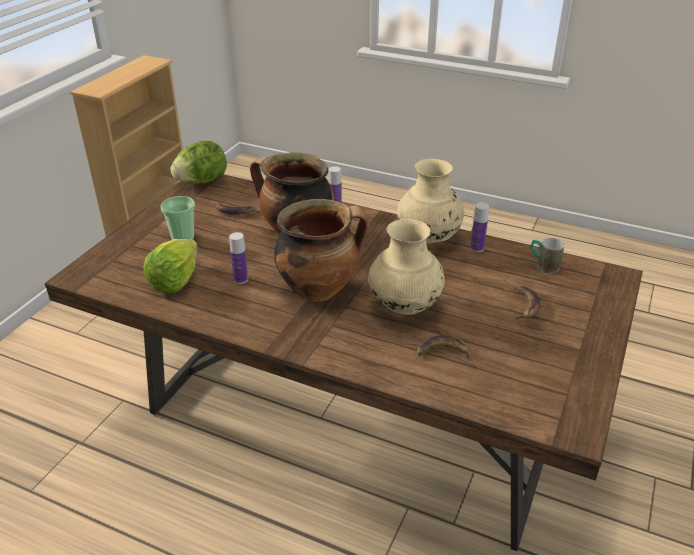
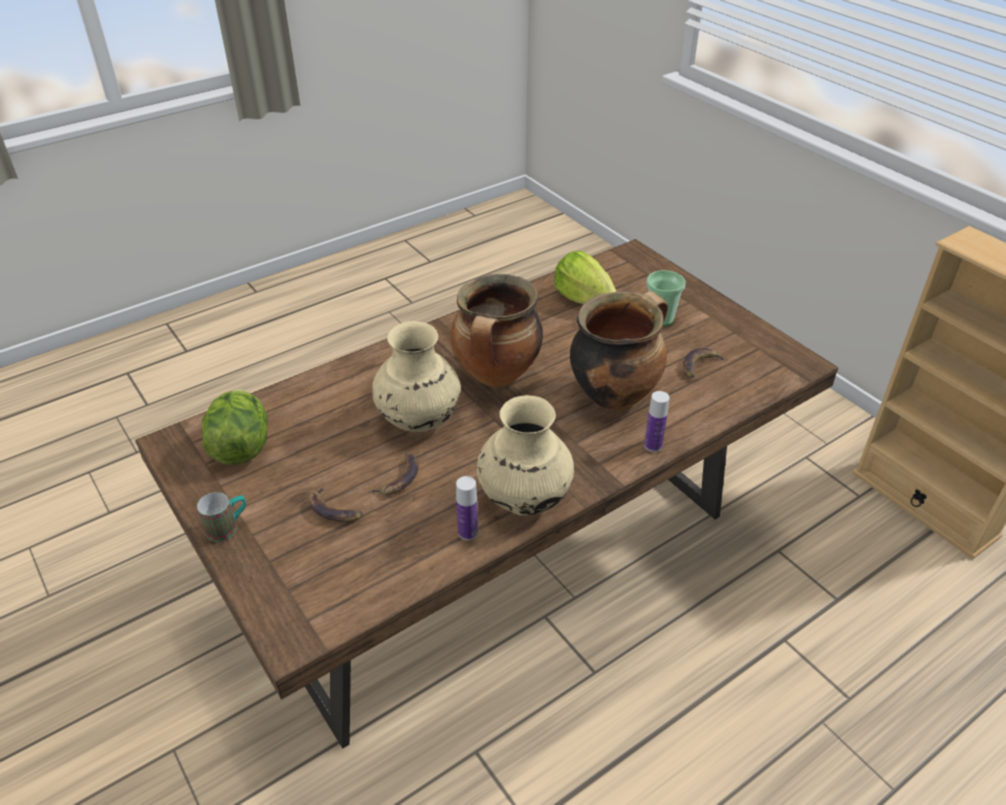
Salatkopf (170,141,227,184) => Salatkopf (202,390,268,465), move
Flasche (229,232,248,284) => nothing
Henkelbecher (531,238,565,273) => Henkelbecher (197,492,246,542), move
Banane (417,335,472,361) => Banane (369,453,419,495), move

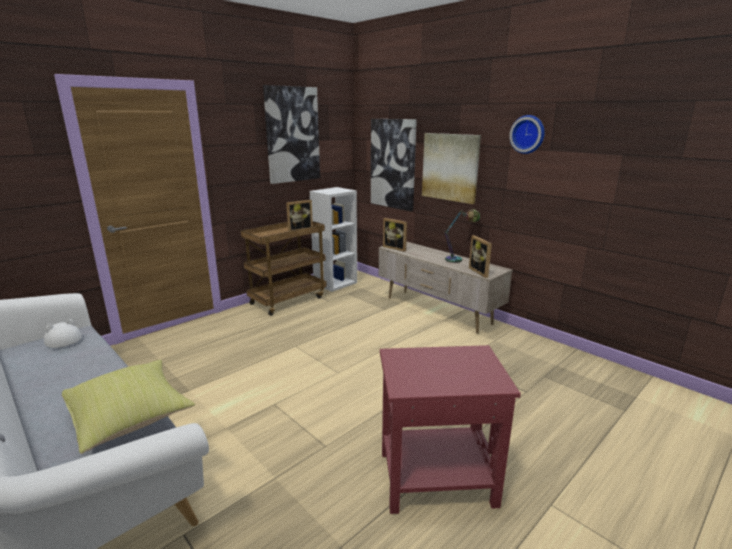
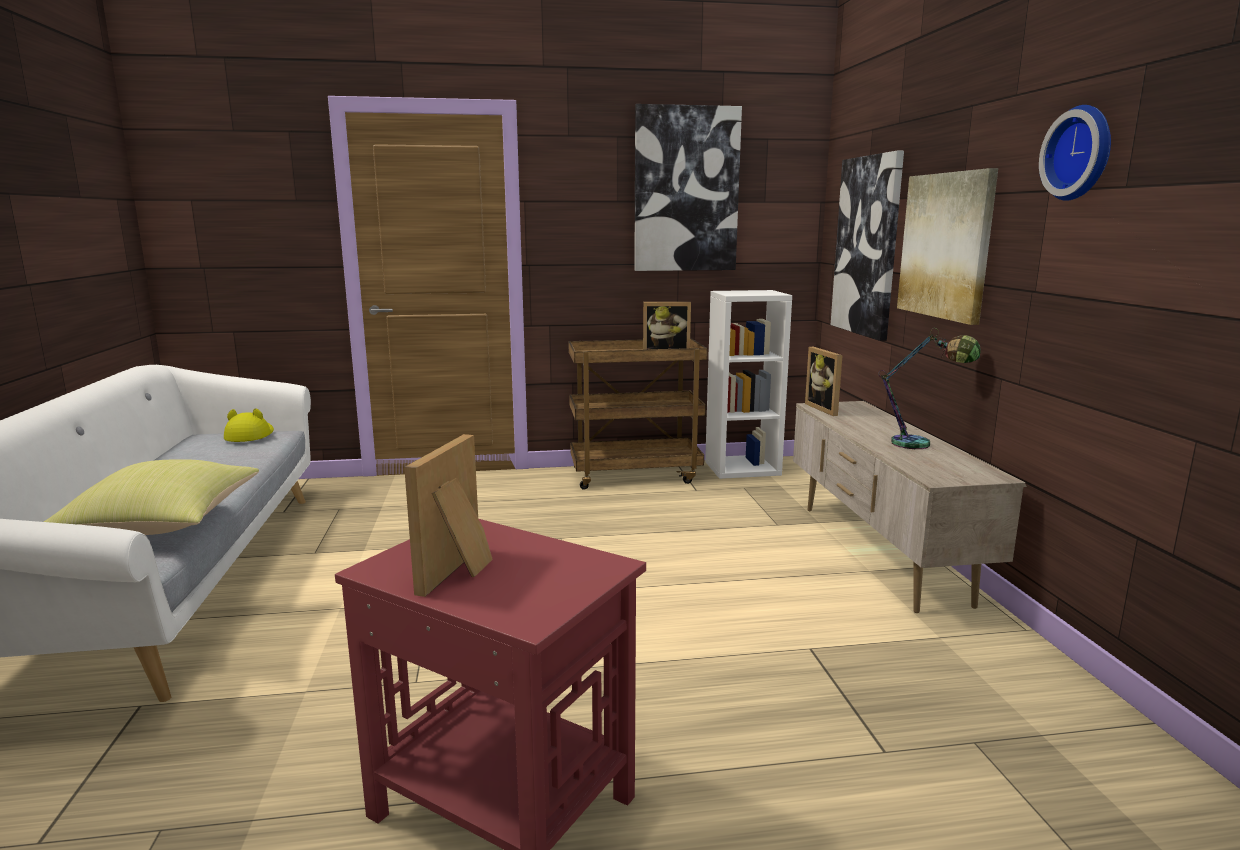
Bilderrahmen (469,235,492,278) => Bilderrahmen (404,434,493,597), move
Hut/weiß (44,319,82,348) => Hut/gelb (224,408,274,442)

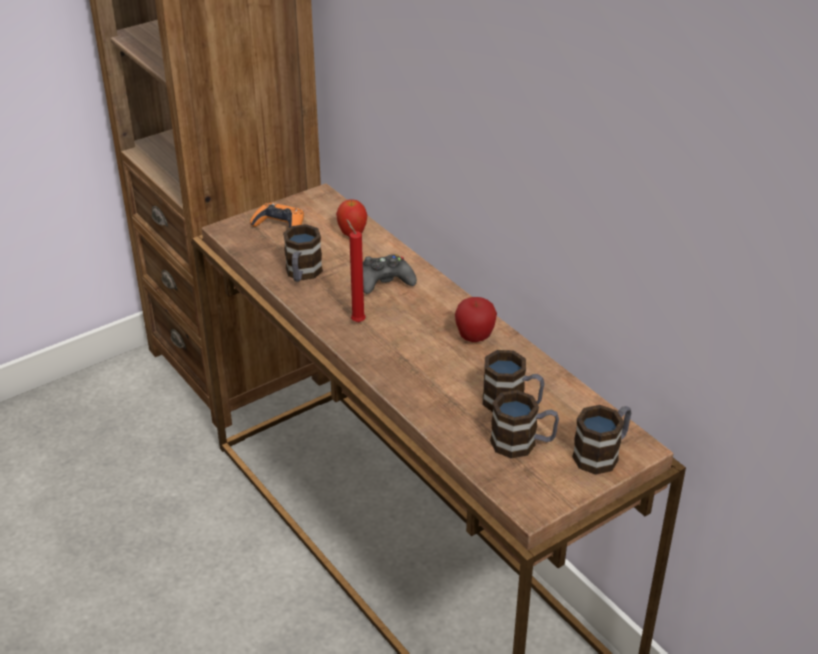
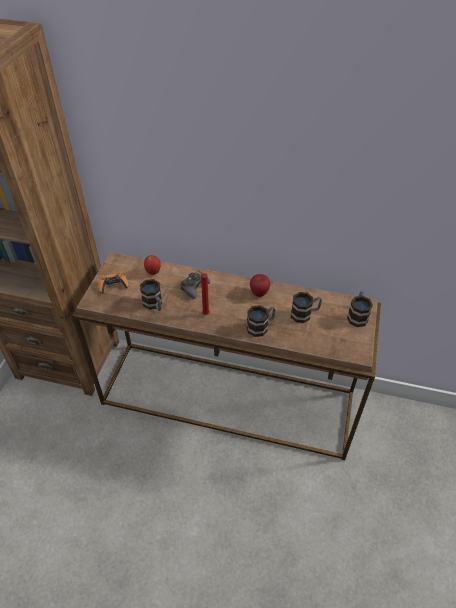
Henkelbecher (490,390,559,458) => Henkelbecher (247,305,275,337), move

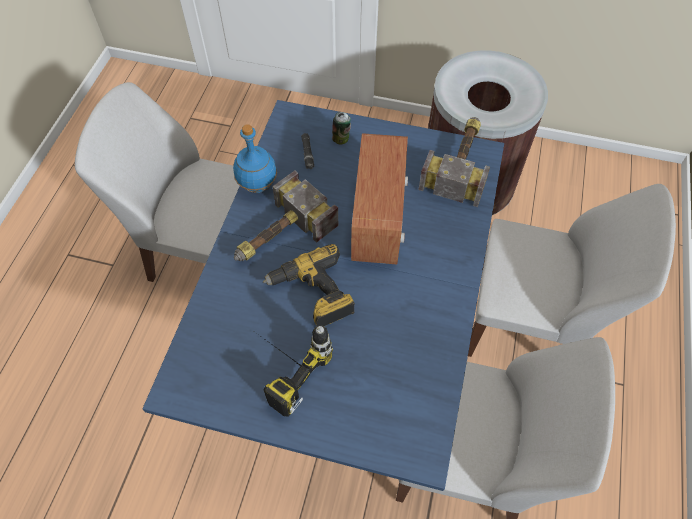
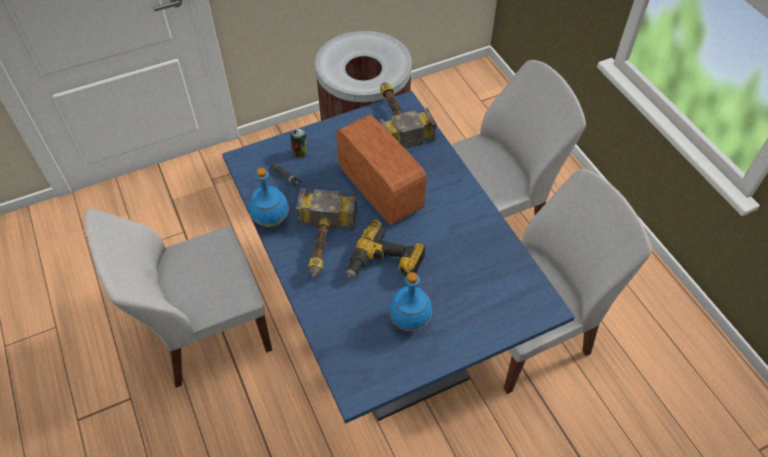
Bohrmaschine (255,325,333,417) => Flasche/blau (389,272,432,332)

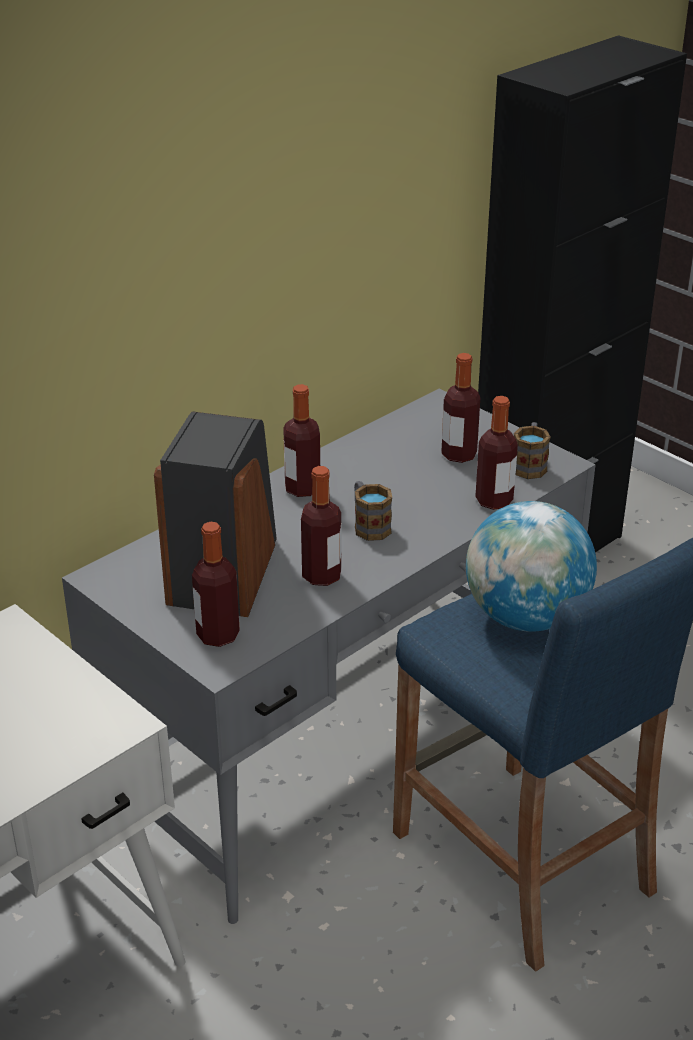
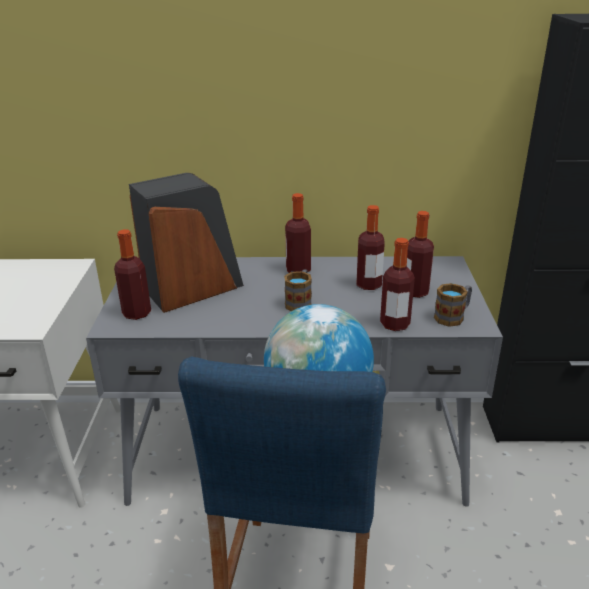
Flasche (301,466,341,586) => Flasche (357,205,385,290), move

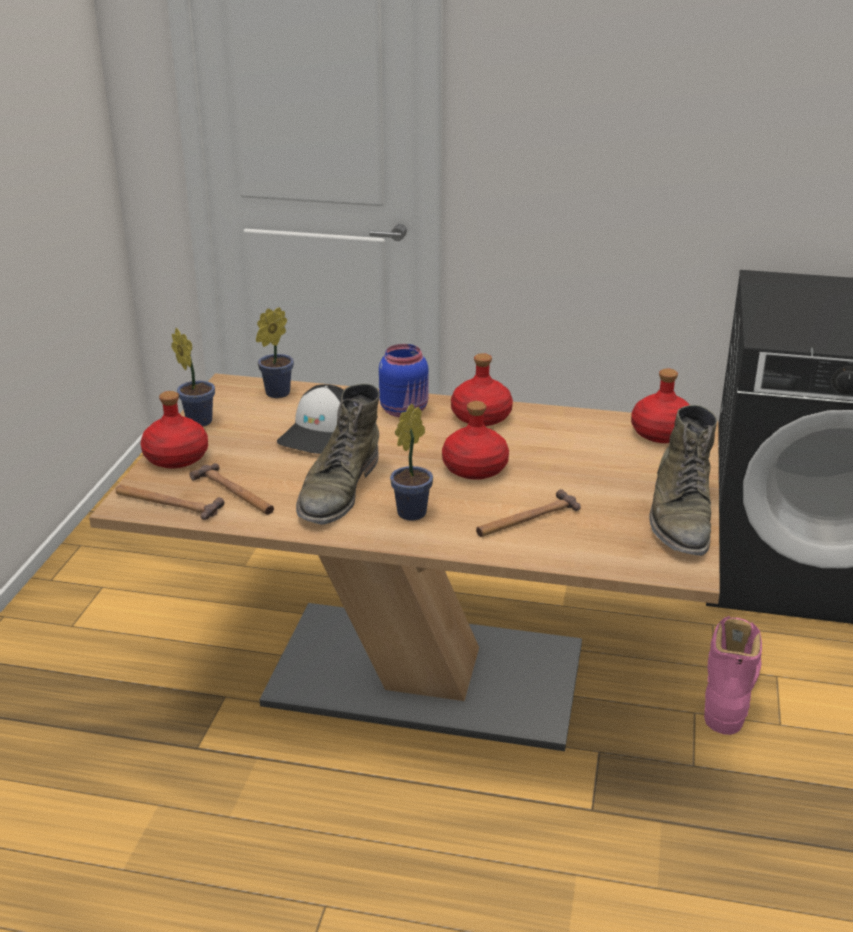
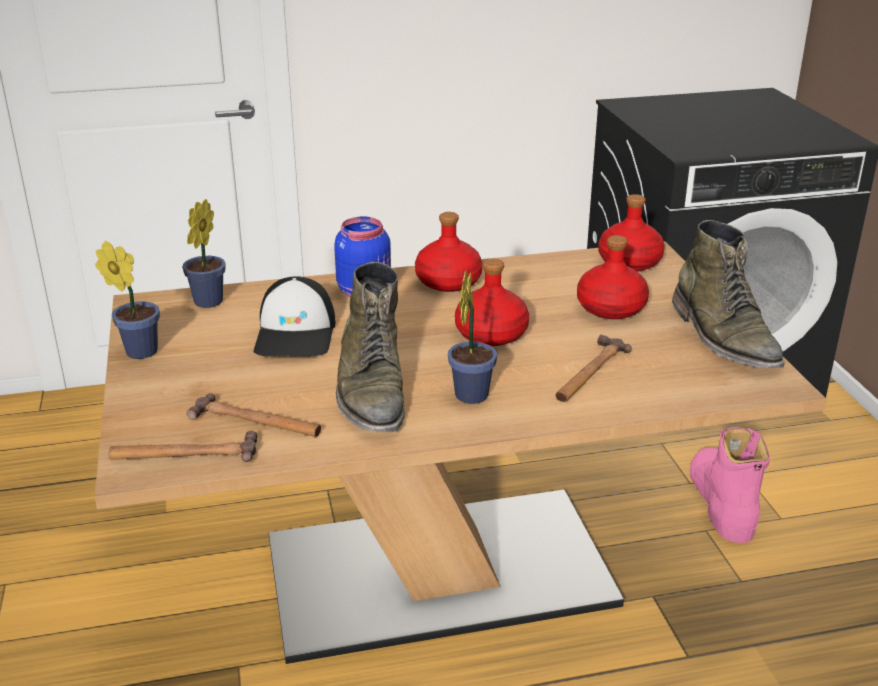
Flasche/rot (141,391,208,468) => Flasche/rot (577,235,649,319), move

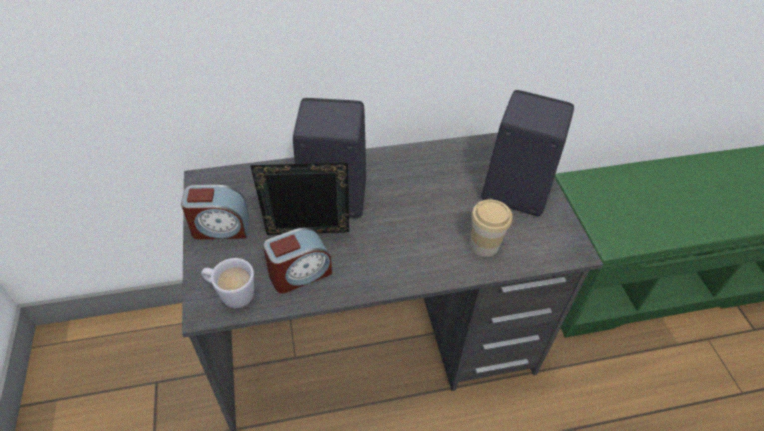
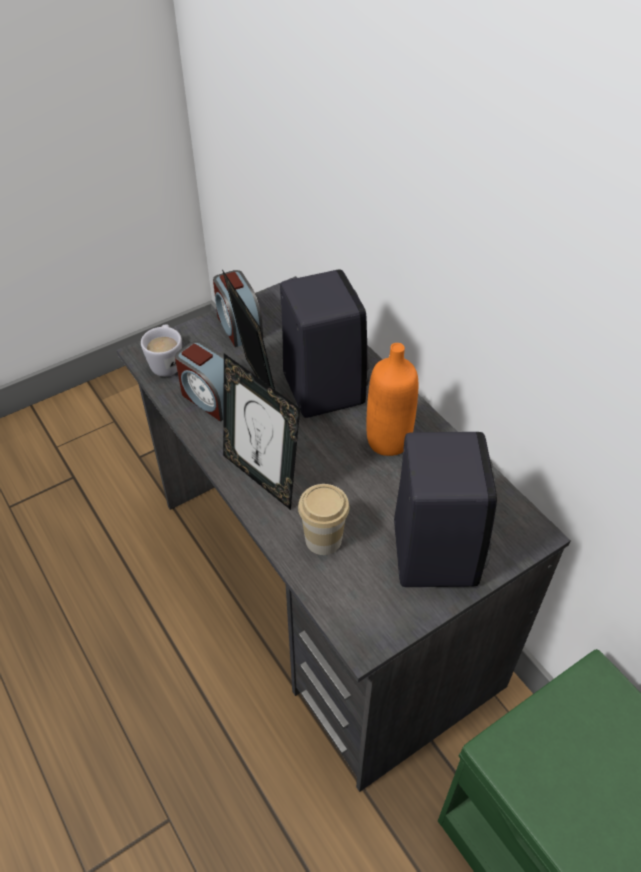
nothing => Flasche/orange (366,343,418,456)
nothing => Bilderrahmen (223,353,300,510)

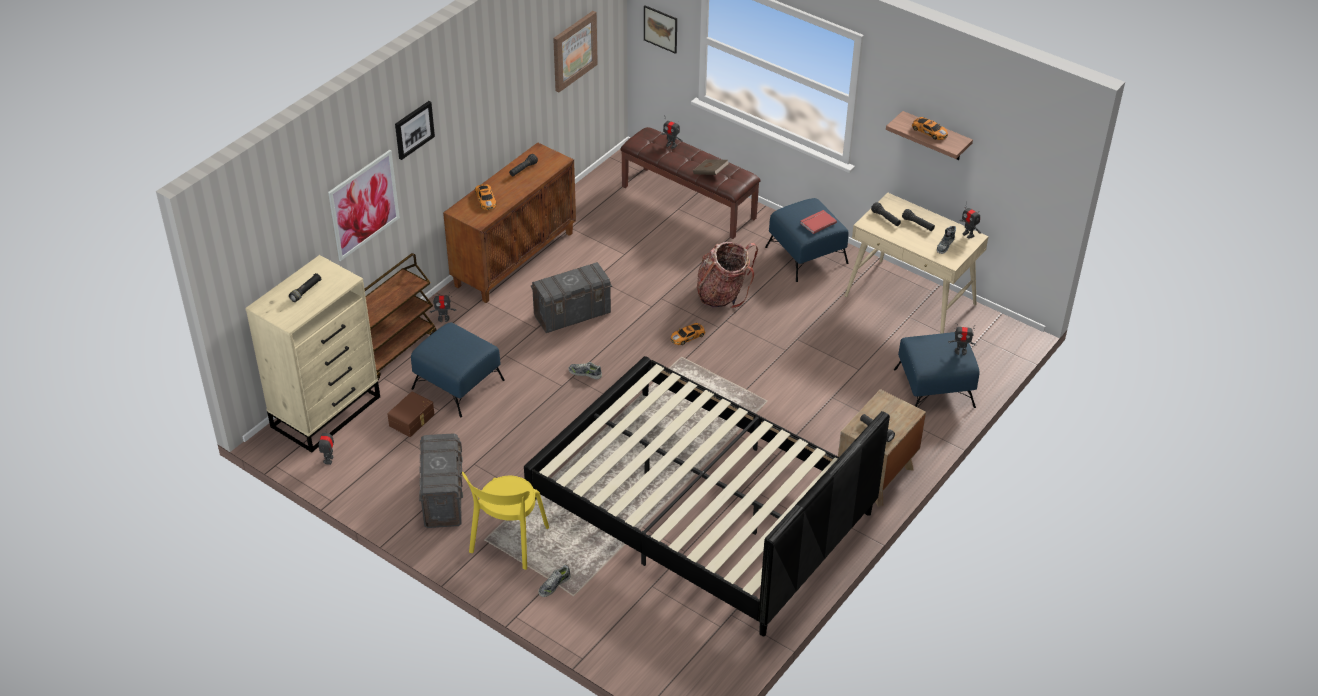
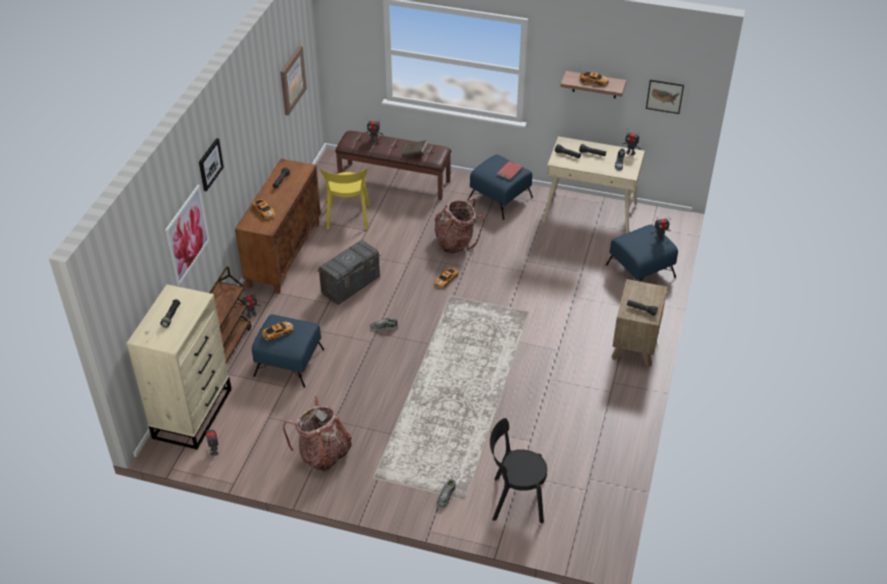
Bild (644,5,677,54) => Bild (646,80,684,114), move
Bett/schwarz (524,356,890,636) => nothing
Aufbewahrungsbox/braun (387,391,435,437) => nothing
Aufbewahrungsbox/grau (419,433,463,528) => Rucksack (283,396,352,472)
Stuhl/gelb (462,472,549,570) => Stuhl/gelb (320,168,370,229), move
nothing => Spielzeugauto (262,322,294,341)
nothing => Stuhl/schwarz (490,418,547,523)

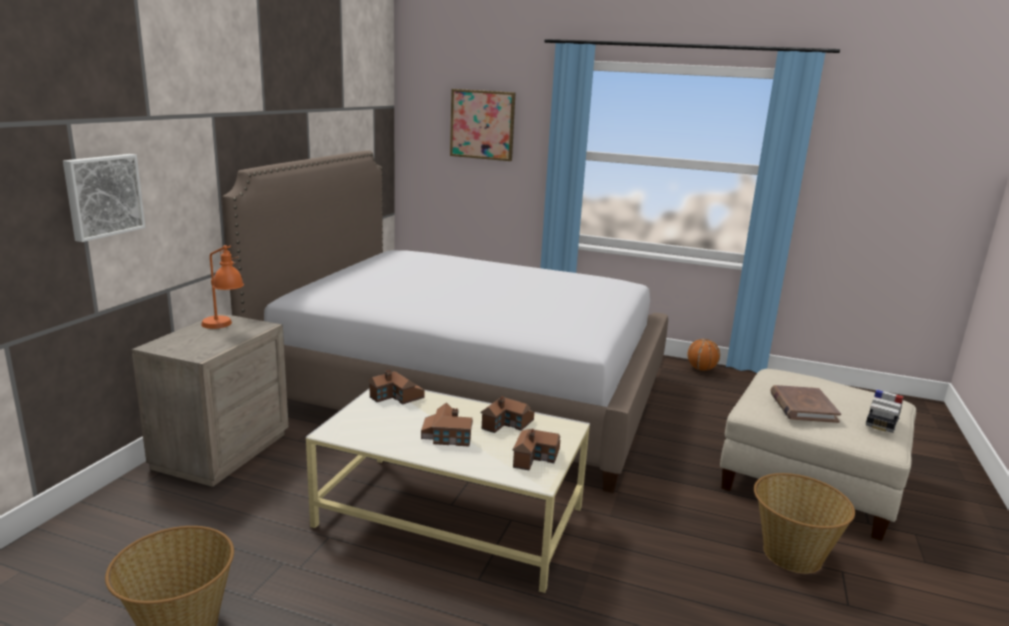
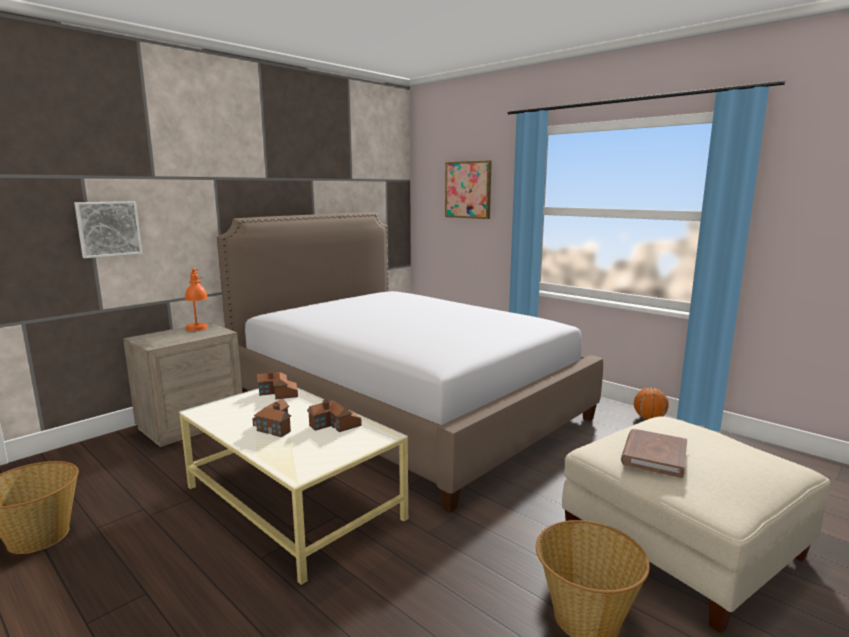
Spielzeugauto (866,389,904,433) => nothing
Spielzeughaus (512,429,560,470) => nothing

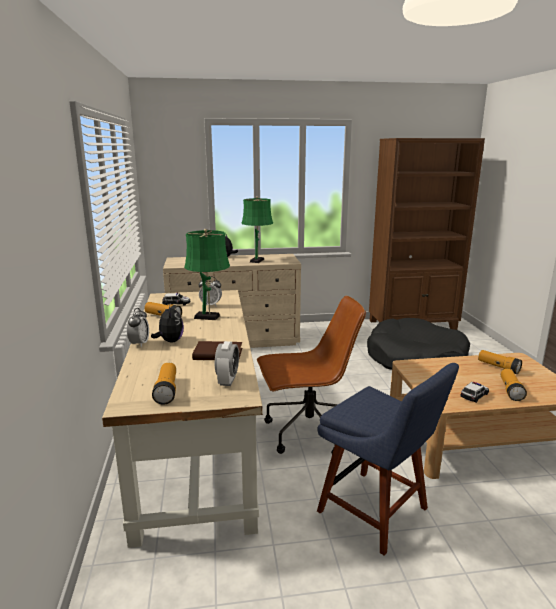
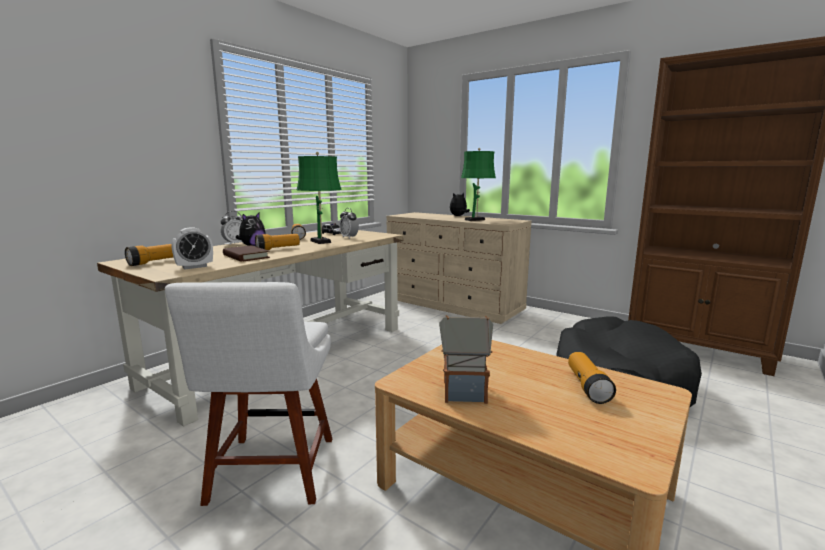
Bürostuhl/braun (257,295,366,454) => nothing
Stuhl/blau (317,363,459,555) => Stuhl/weiß (165,282,332,506)
Taschenlampe (501,369,527,401) => Taschenlampe (255,234,300,250), move
Spielzeugauto (460,382,489,403) => Spielzeughaus (439,315,493,404)

